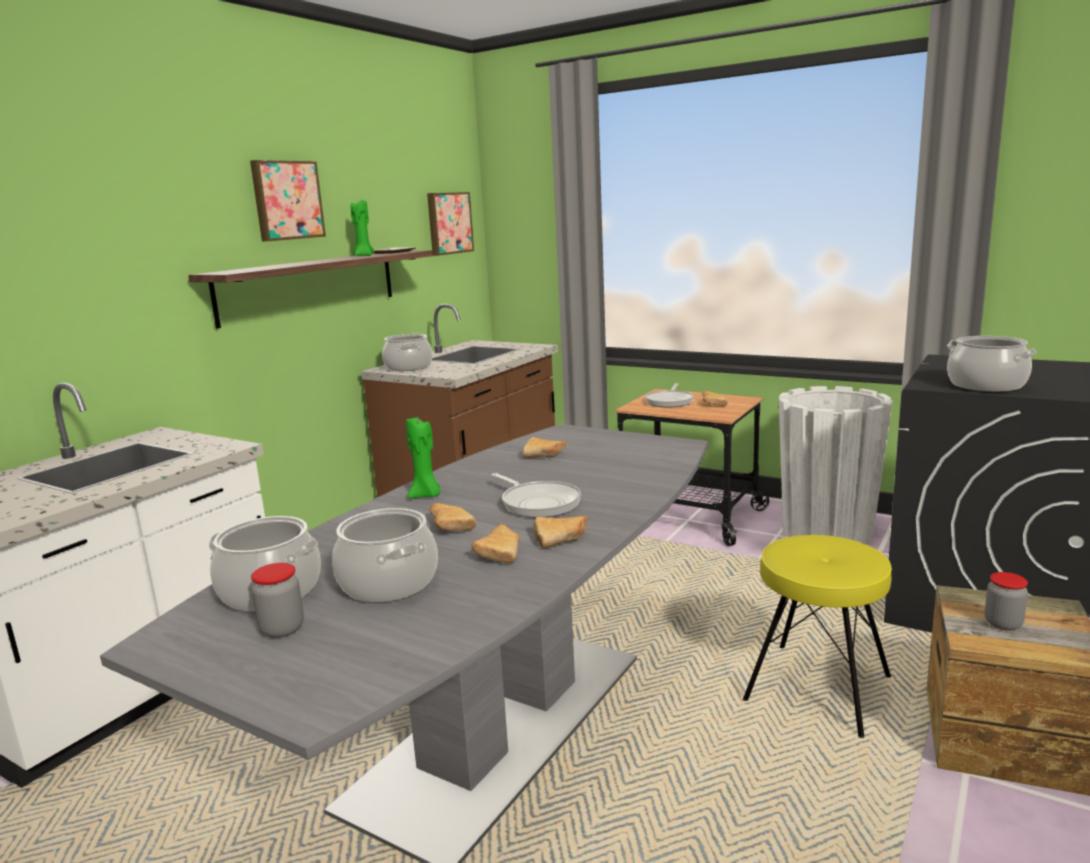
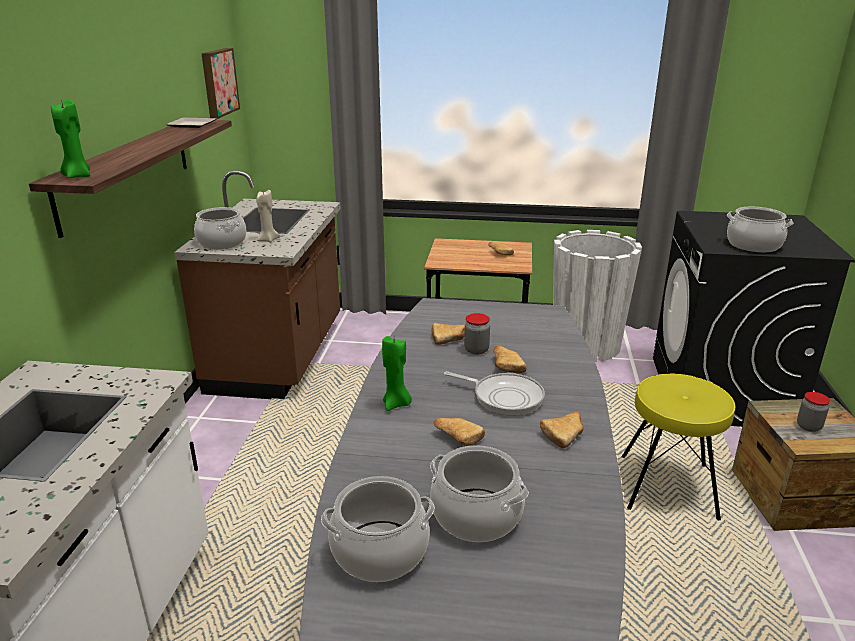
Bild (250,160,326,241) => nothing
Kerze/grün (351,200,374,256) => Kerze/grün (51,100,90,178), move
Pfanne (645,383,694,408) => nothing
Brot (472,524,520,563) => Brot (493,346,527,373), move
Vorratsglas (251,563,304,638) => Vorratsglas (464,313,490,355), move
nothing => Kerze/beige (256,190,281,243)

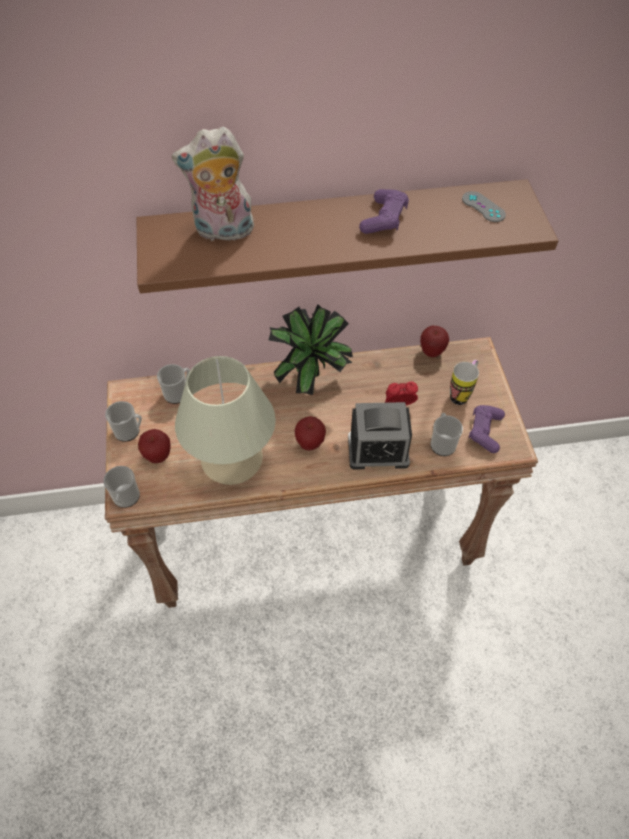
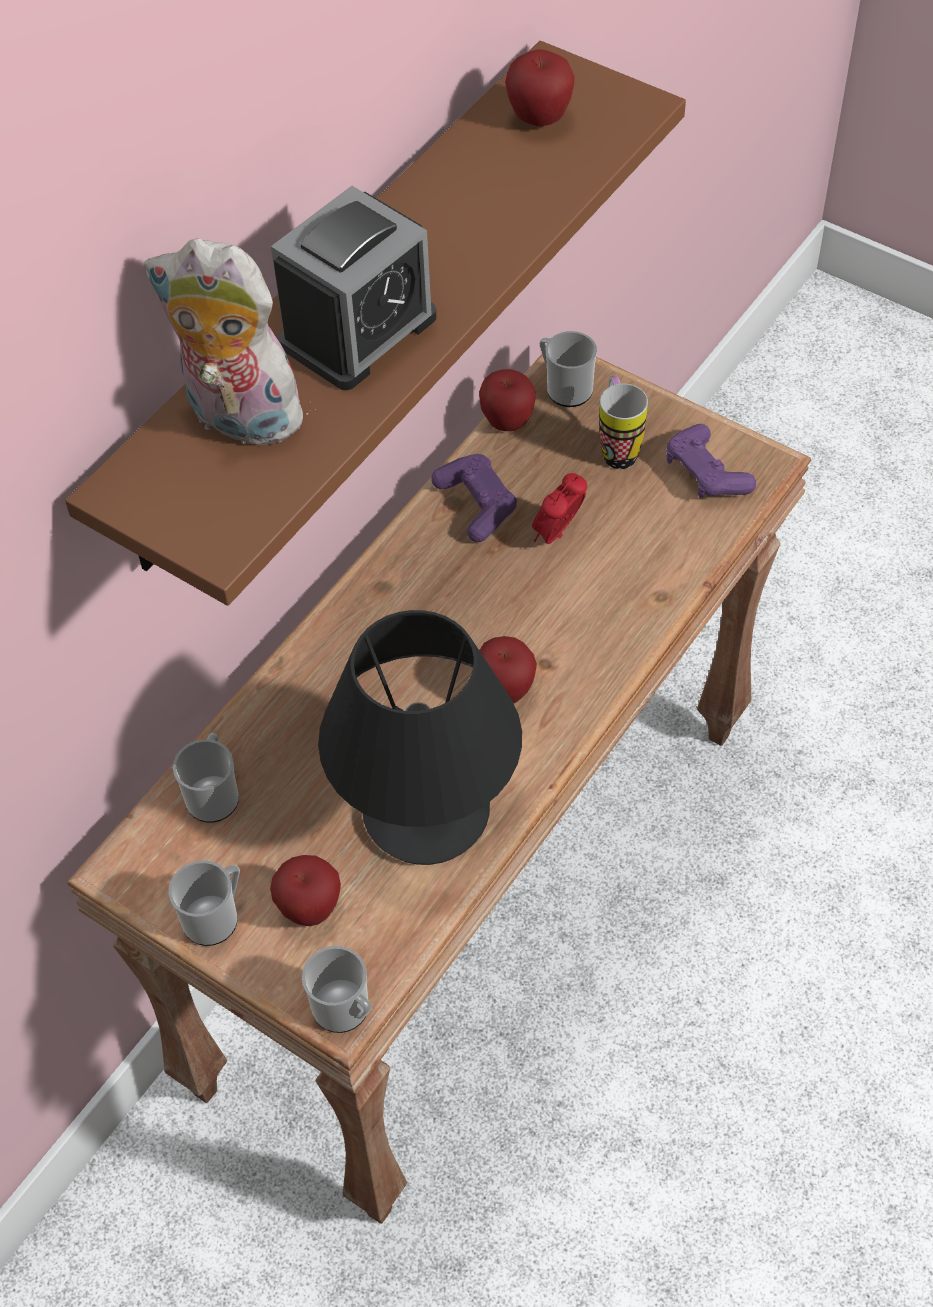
Plüschtier (172,127,257,241) => Plüschtier (144,239,316,451), 75 degrees clockwise
Gamepad/lila (359,189,409,234) => Gamepad/lila (431,454,517,542), move
Gamepad/grau (462,191,506,222) => Apfel (505,49,575,126)
Topfpflanze (269,304,353,395) => nothing
Tischlampe/beige (175,356,276,485) => Tischlampe/schwarz (318,610,522,865)
Wecker (348,402,412,470) => Wecker (271,186,437,390), move
Henkelbecher (431,413,463,456) => Henkelbecher (539,331,597,407), move

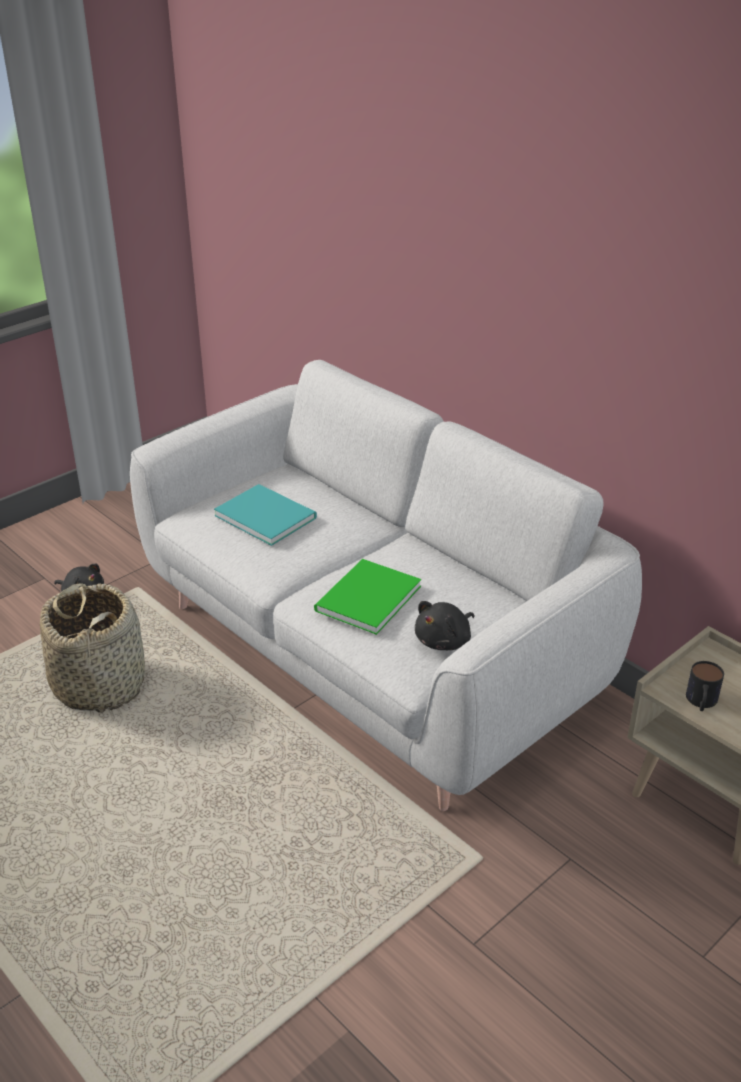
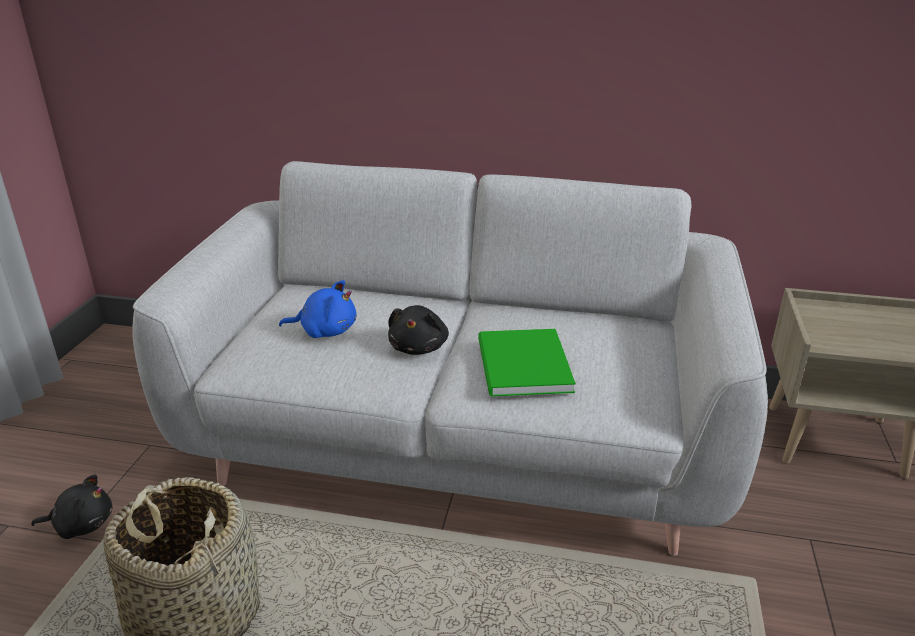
Buch/türkis (214,484,317,546) => Plüschtier/blau (279,280,357,338)
Plüschtier/schwarz (415,601,474,650) => Plüschtier/schwarz (388,305,449,355), move
Henkelbecher (686,661,724,711) => nothing

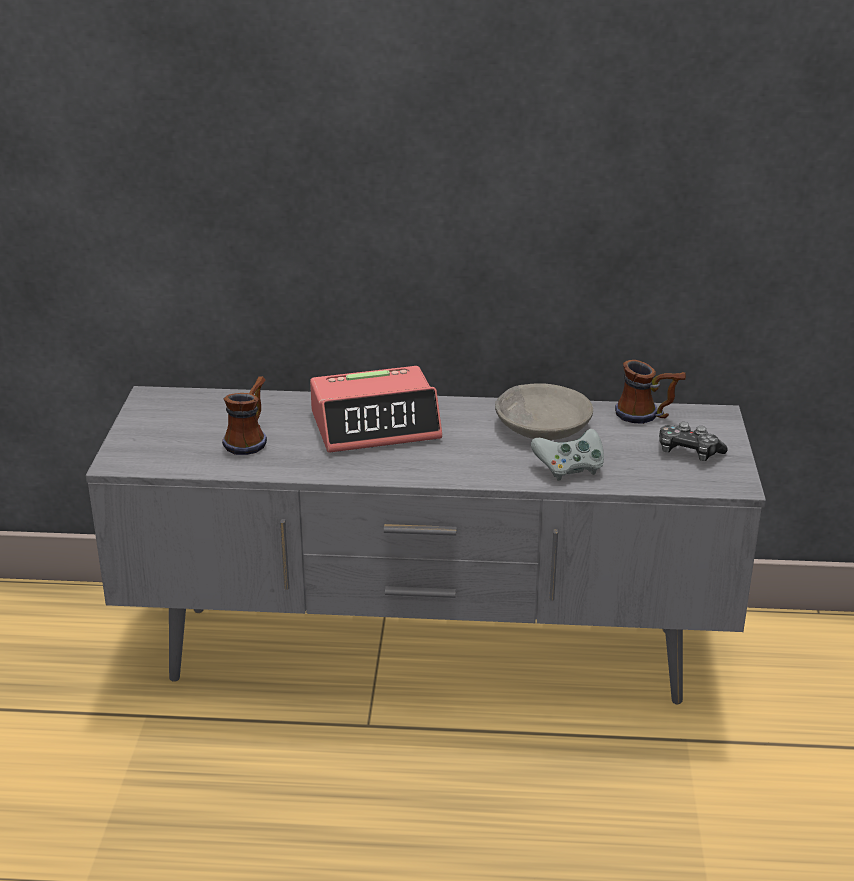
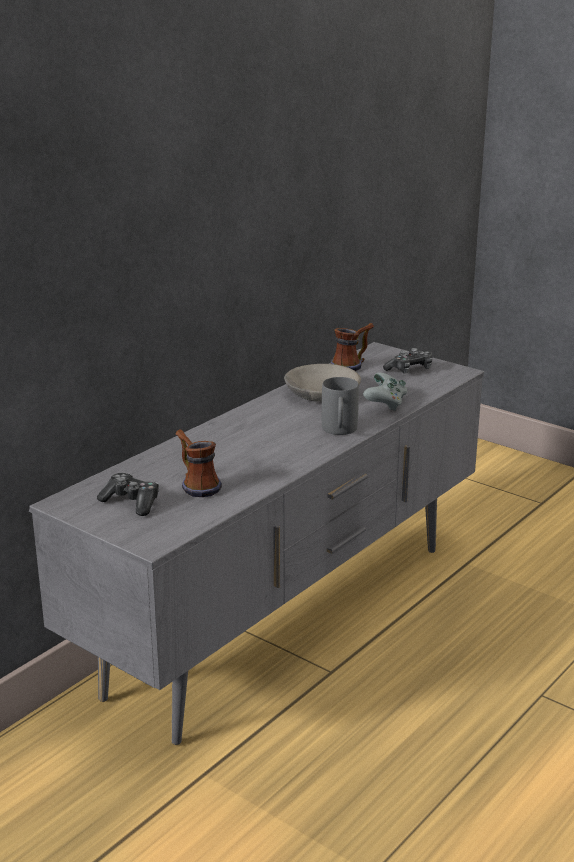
Wecker (310,366,442,453) => nothing
nothing => Henkelbecher/grau (322,377,359,435)
nothing => Gamepad (97,473,159,516)

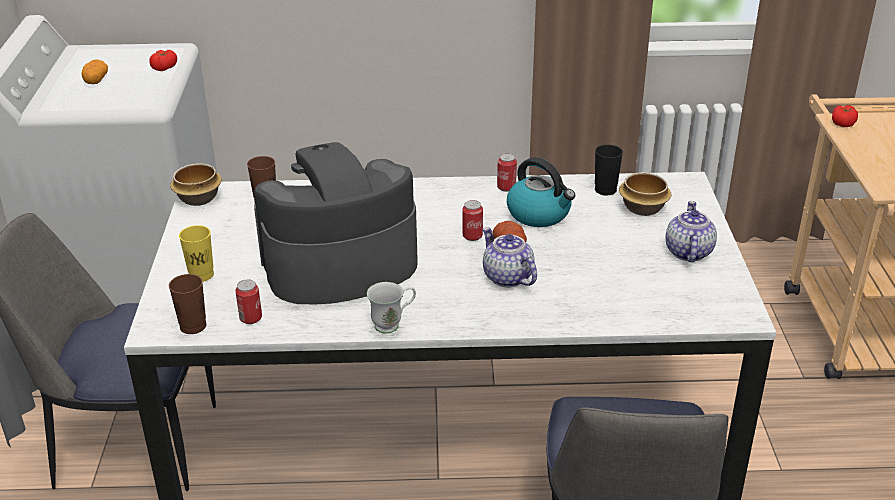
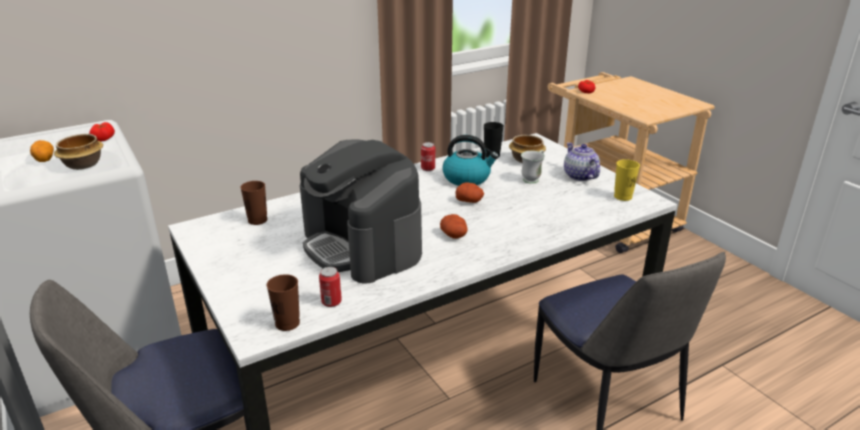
Kaffeemaschine (254,142,418,304) => Kaffeemaschine (300,139,422,283), 75 degrees counterclockwise
Schüssel (170,163,222,206) => Schüssel (54,134,103,170), move
Dose (462,200,483,241) => nothing
Tasse/gelb (179,225,214,282) => Tasse/gelb (614,159,640,201), move
Teekanne (482,227,537,287) => nothing
Henkelbecher/weiß (367,282,416,334) => Henkelbecher/weiß (521,150,545,184), move
nothing => Kartoffel (440,214,468,239)

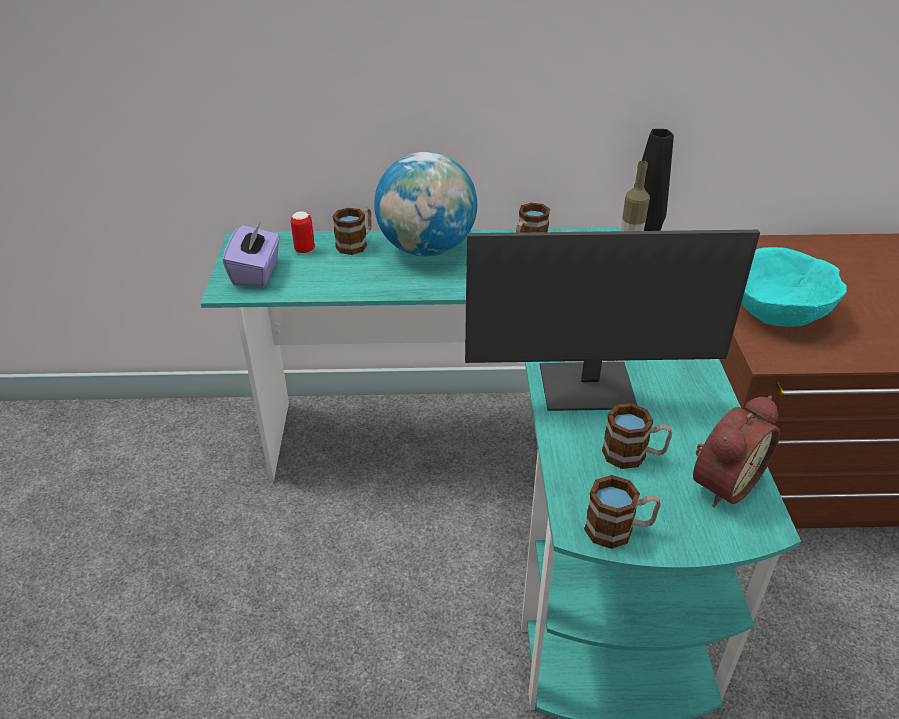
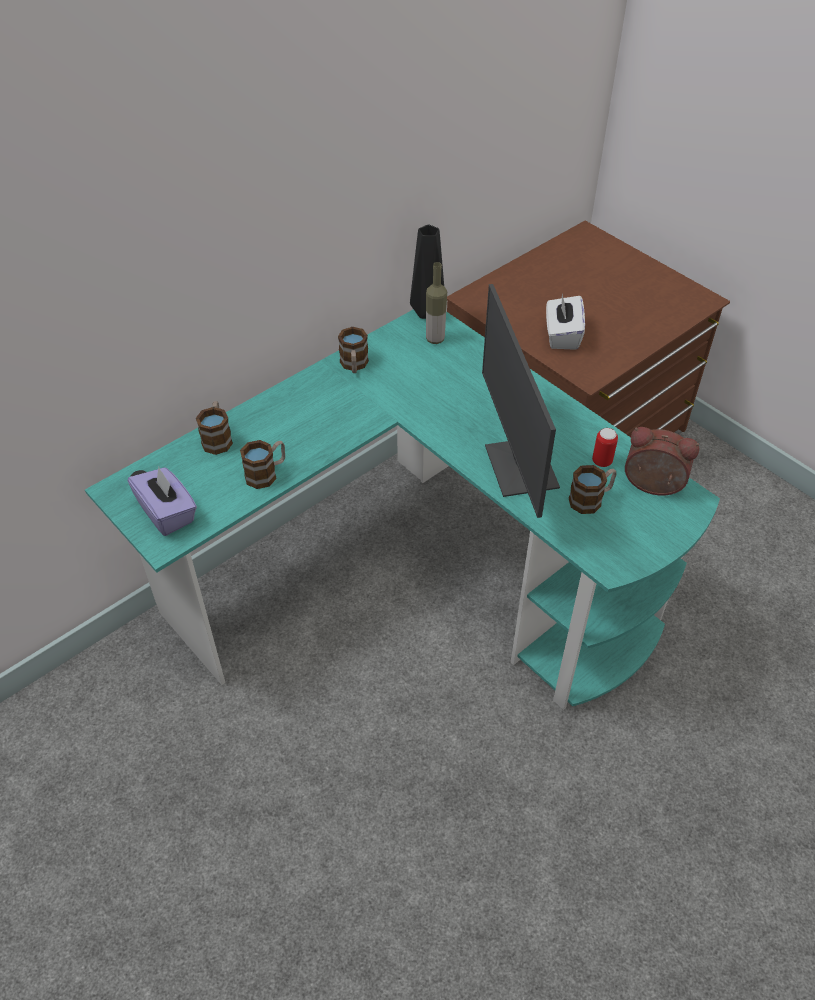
Globus (374,152,477,257) => nothing
Dose (291,211,315,254) => Dose (592,428,618,467), move
Monitor (465,230,760,411) => Monitor (482,284,560,518), 120 degrees clockwise
Schüssel/türkis (742,247,847,327) => Taschentuchbox/weiß (546,294,585,350)
Wecker (693,396,780,507) => Wecker (625,427,699,495), 75 degrees counterclockwise
Henkelbecher (584,475,661,549) => Henkelbecher (240,440,285,489), move

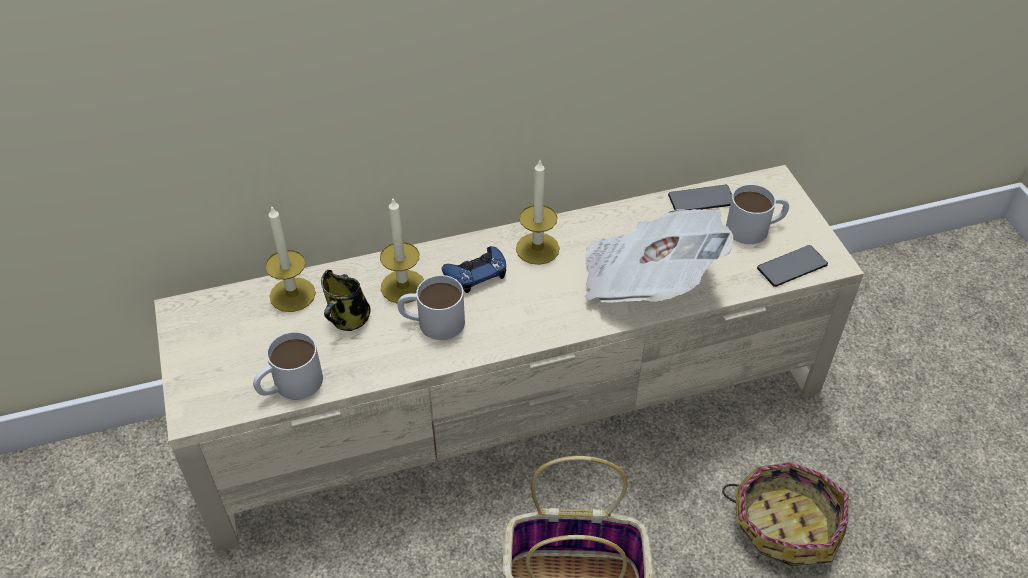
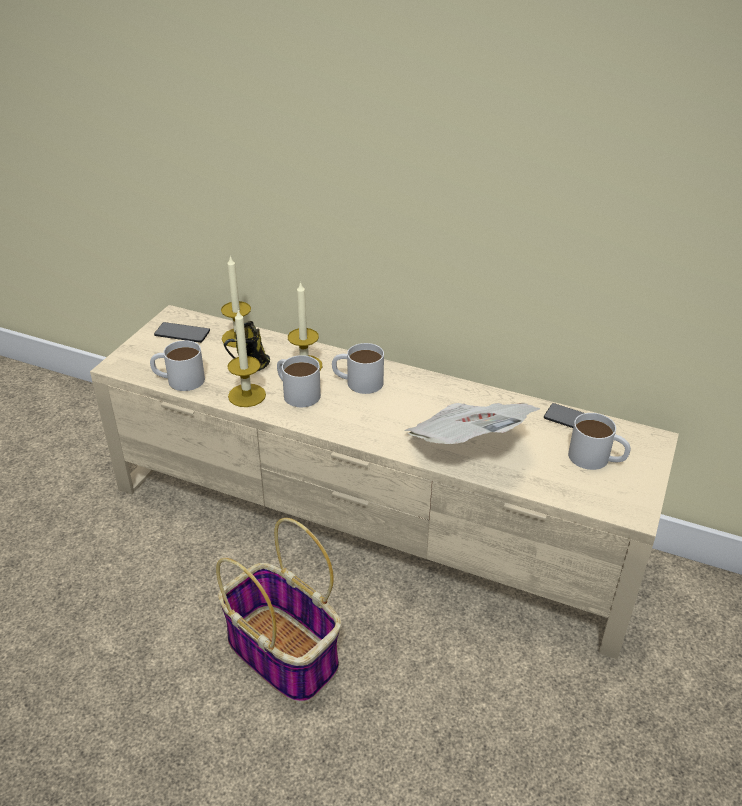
Kerze (516,160,560,265) => Kerze (227,310,266,407), move
Handy (757,245,828,287) => Handy (154,322,210,343), move
Gamepad/blau (442,246,506,293) => Henkelbecher/weiß (332,343,384,394)
Korb (722,462,849,566) => nothing

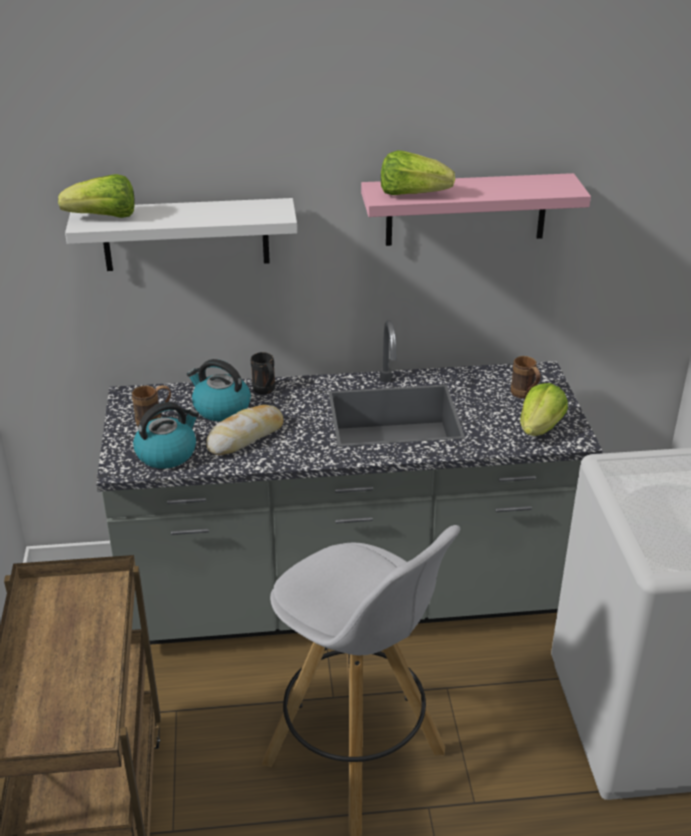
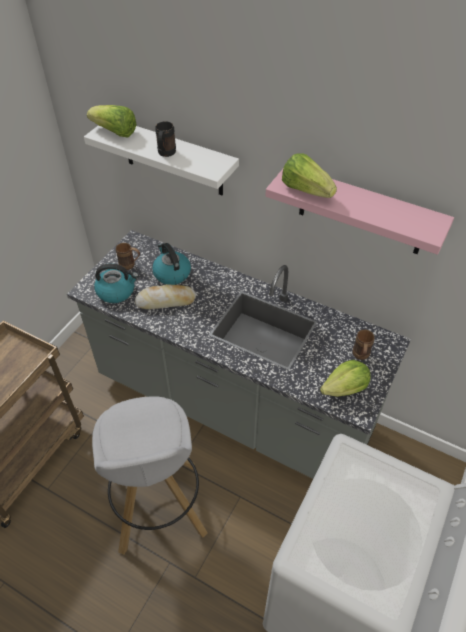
Henkelbecher/schwarz (251,352,275,395) => Henkelbecher/schwarz (155,121,176,157), move

